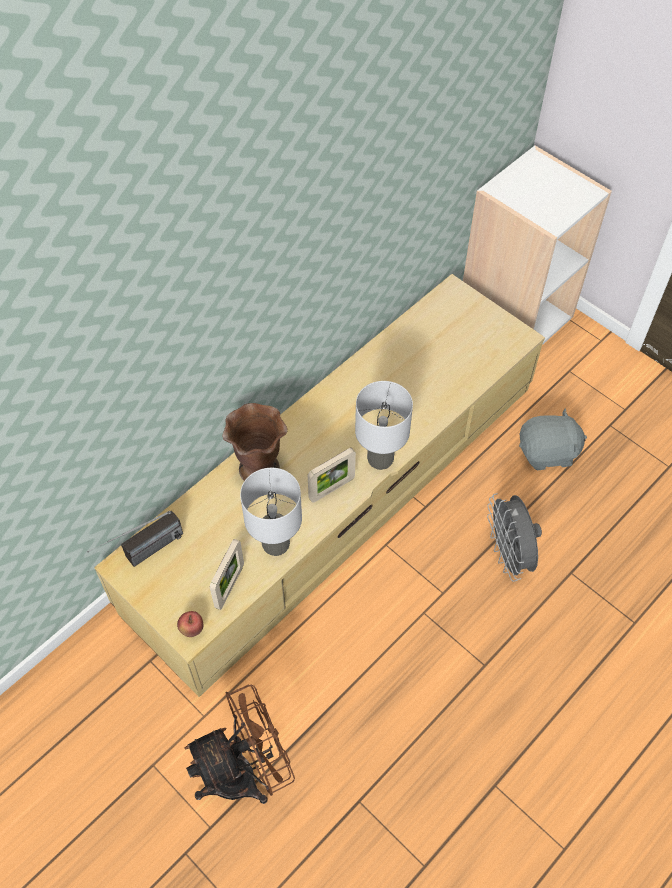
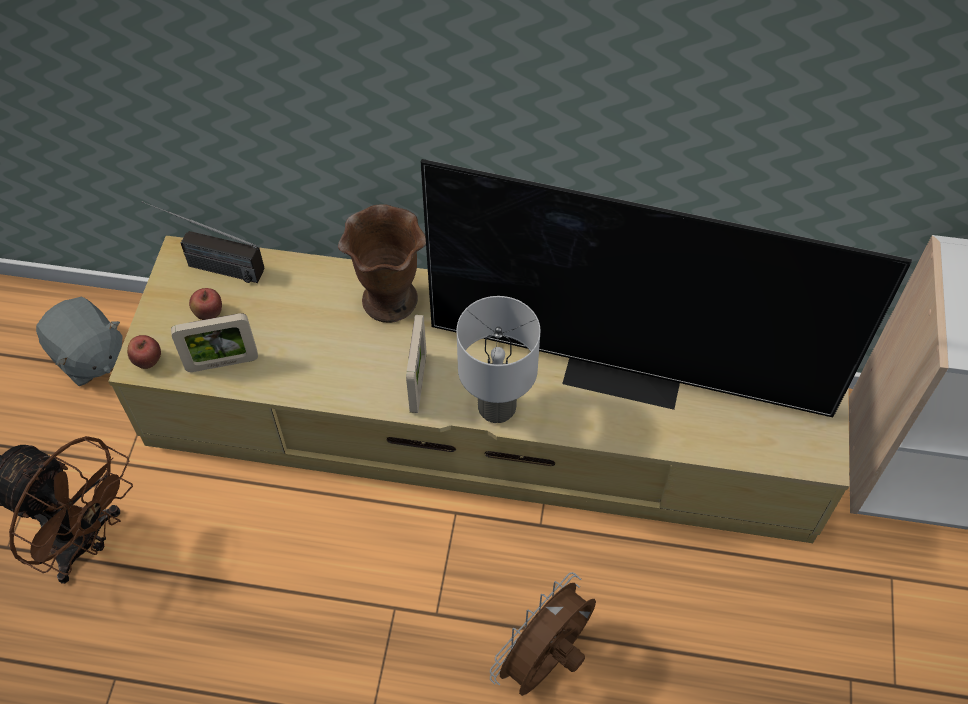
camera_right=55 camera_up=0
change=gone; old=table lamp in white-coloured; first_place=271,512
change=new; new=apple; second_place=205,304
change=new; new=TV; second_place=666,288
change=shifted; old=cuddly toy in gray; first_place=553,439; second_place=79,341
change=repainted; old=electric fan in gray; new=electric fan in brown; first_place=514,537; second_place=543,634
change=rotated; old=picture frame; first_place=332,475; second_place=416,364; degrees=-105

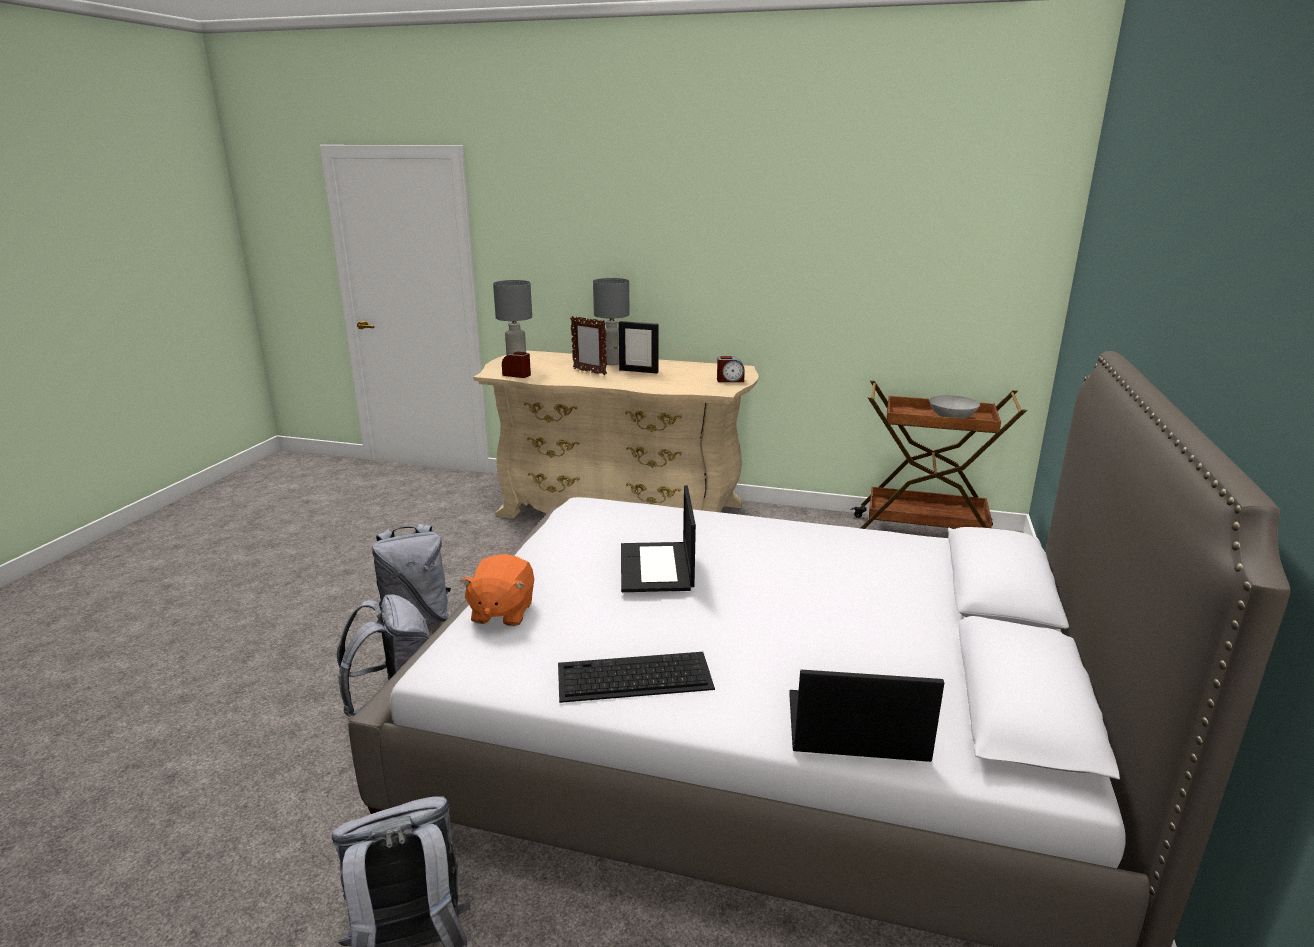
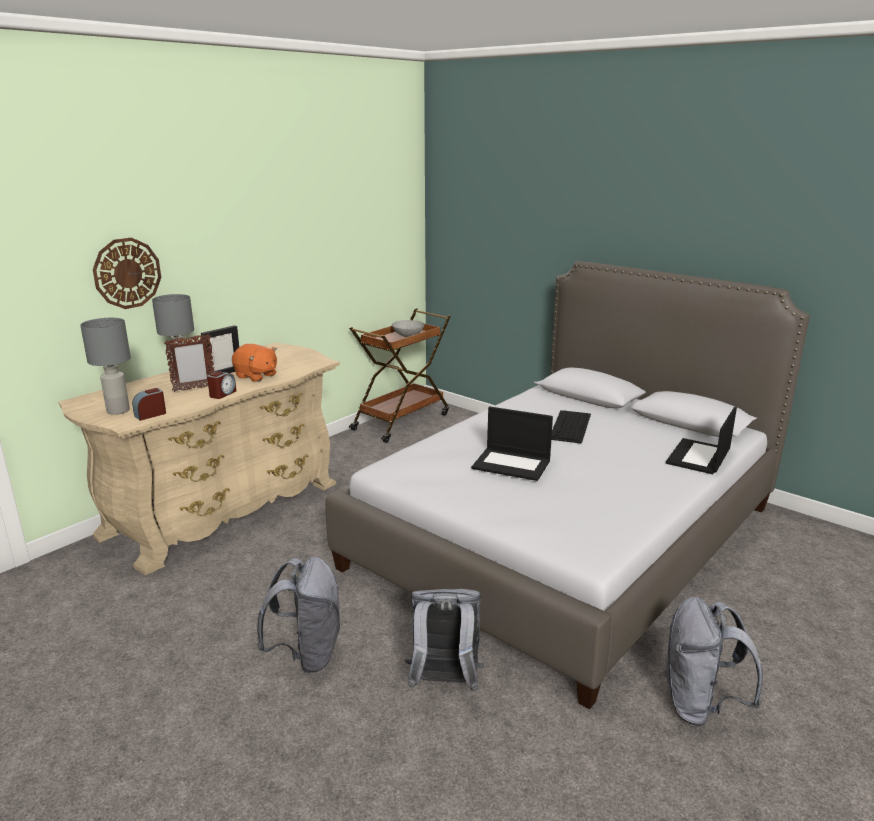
camera_right=-65 camera_up=0
change=new; new=clock on the wall; second_place=127,273
change=shifted; old=cuddly toy in orange; first_place=497,590; second_place=254,363
change=shifted; old=PC keyboard; first_place=636,677; second_place=571,427
change=shifted; old=bedside clock; first_place=731,369; second_place=221,385

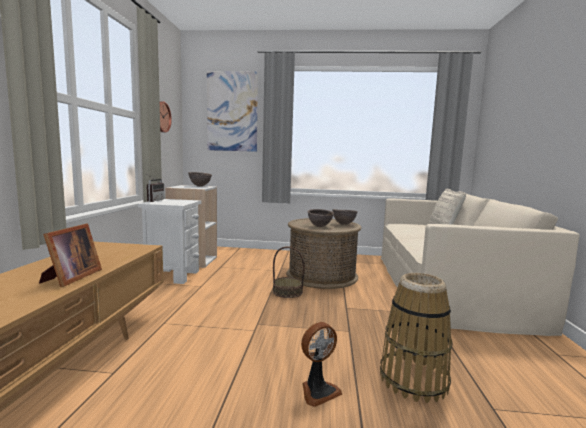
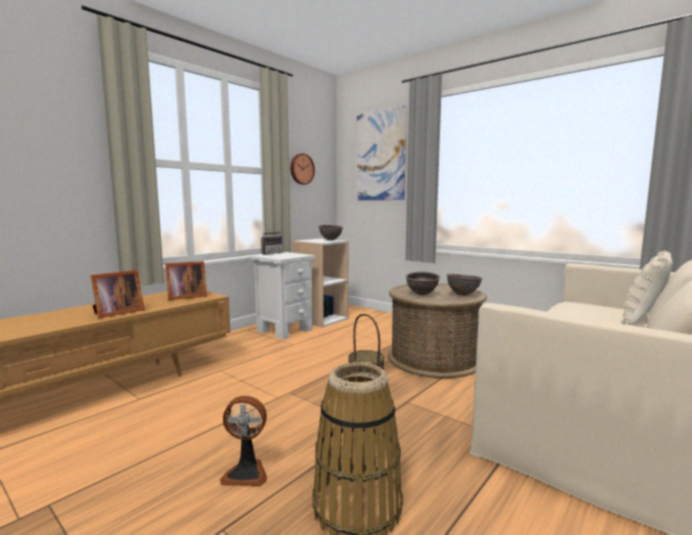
camera_right=35 camera_up=0
change=new; new=picture frame; second_place=186,280

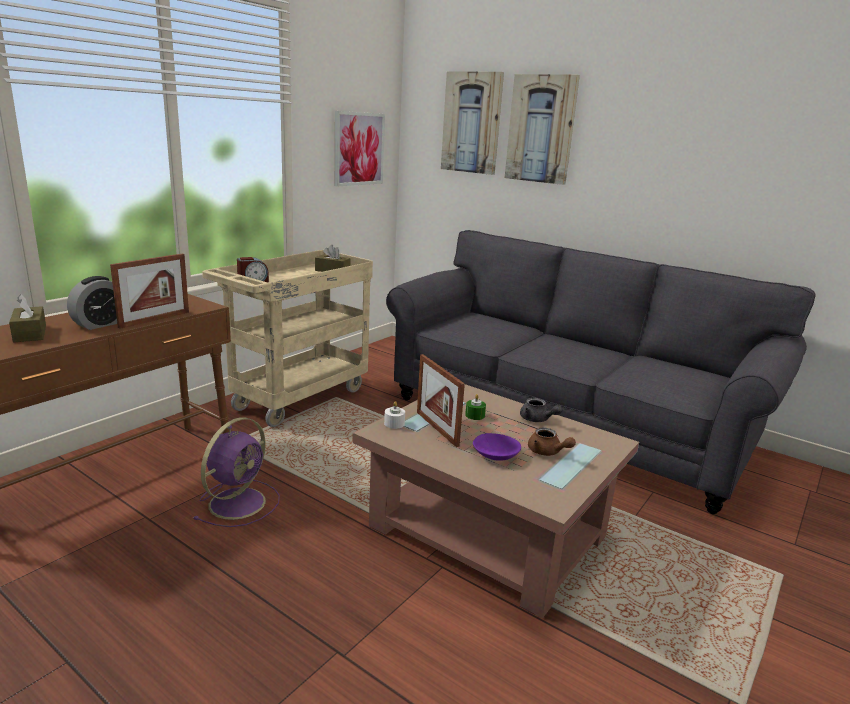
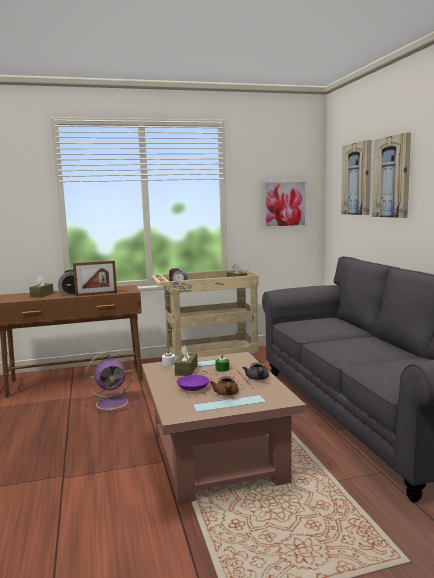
camera_right=40 camera_up=-10
change=swapped; old=picture frame; new=tissue holder in brown; first_place=441,400; second_place=186,360

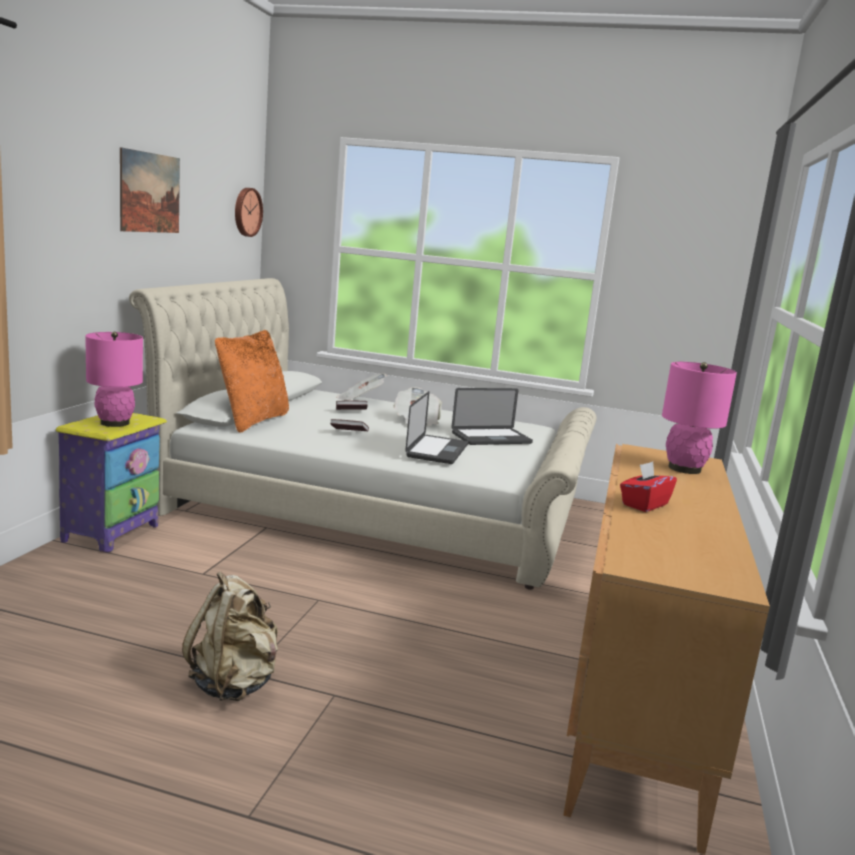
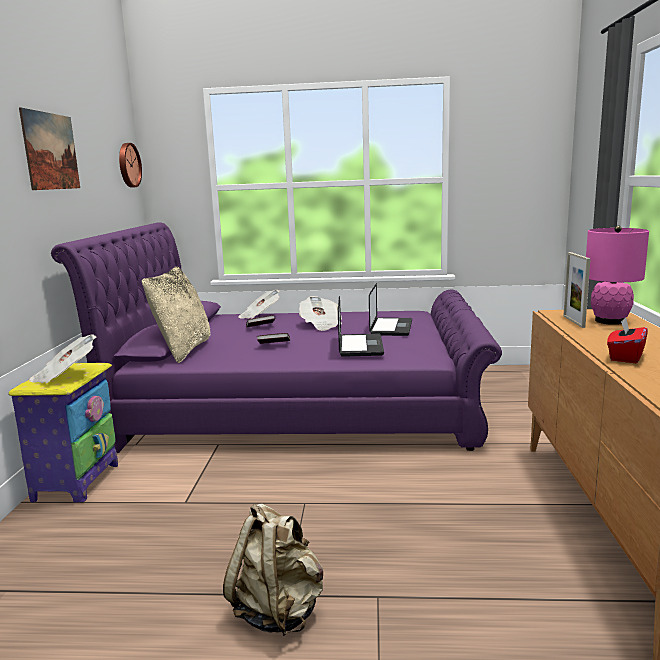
camera_right=-10 camera_up=0
change=new; new=picture frame; second_place=577,290
change=swapped; old=table lamp in pink-coloured; new=daily paper; first_place=114,379; second_place=62,359
change=repainted; old=sleeping bed in sand-coloured; new=sleeping bed in purplish; first_place=363,434; second_place=276,337
change=repainted; old=throw pillow in orange; new=throw pillow in sand-coloured; first_place=251,381; second_place=176,314
change=rotated; old=notebook computer; first_place=492,416; second_place=390,309; degrees=-45

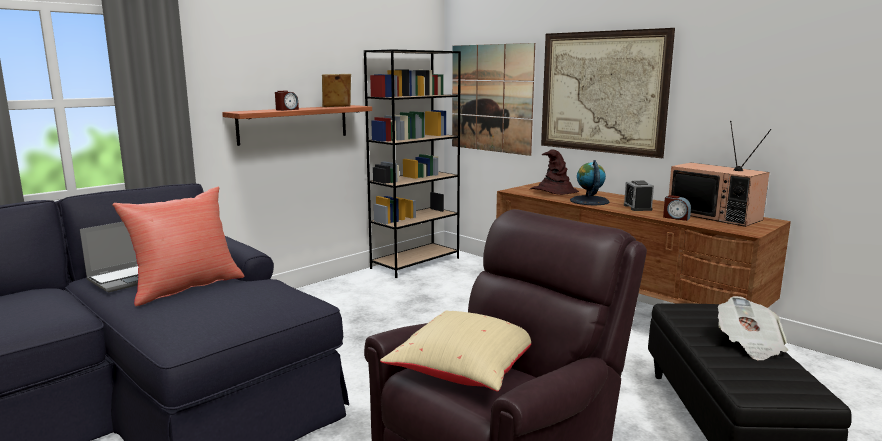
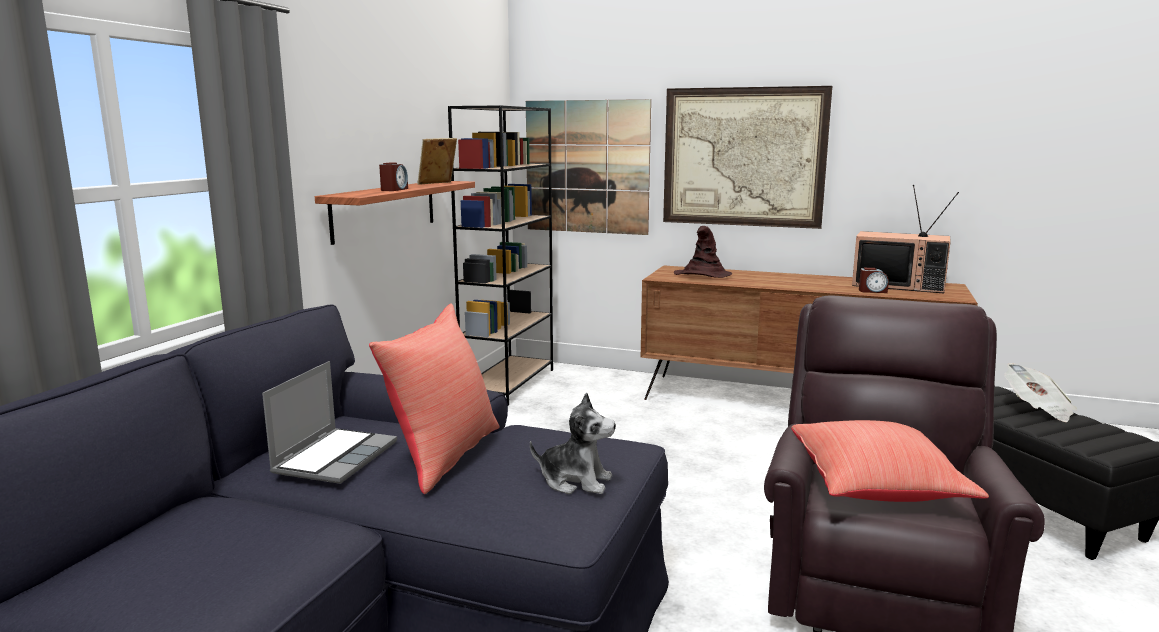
camera_right=-25 camera_up=0
change=gone; old=world globe; first_place=590,182
change=gone; old=bedside clock; first_place=639,196
change=new; new=cuddly toy; second_place=573,443
change=repainted; old=throw pillow in sand-coloured; new=throw pillow in reddish; first_place=455,351; second_place=890,461

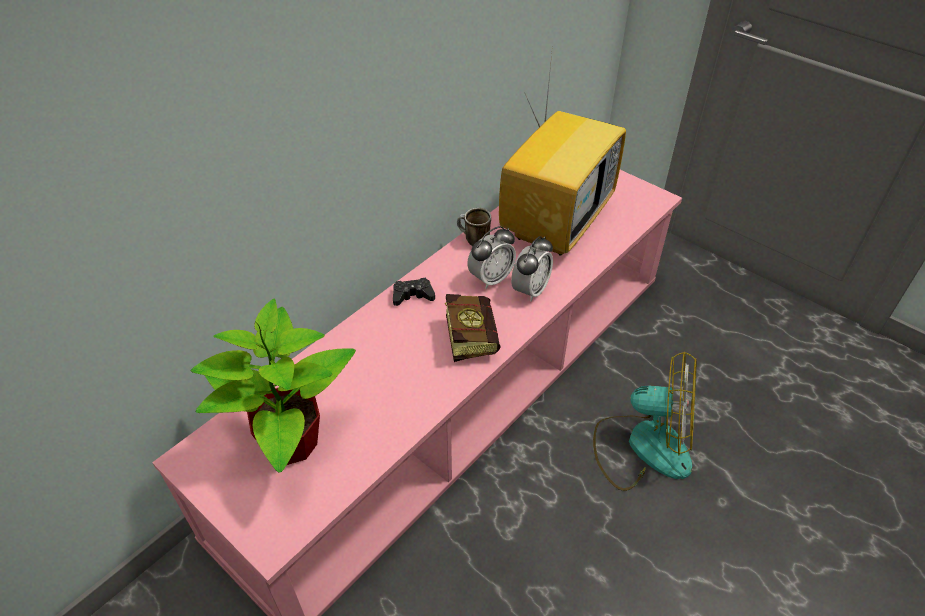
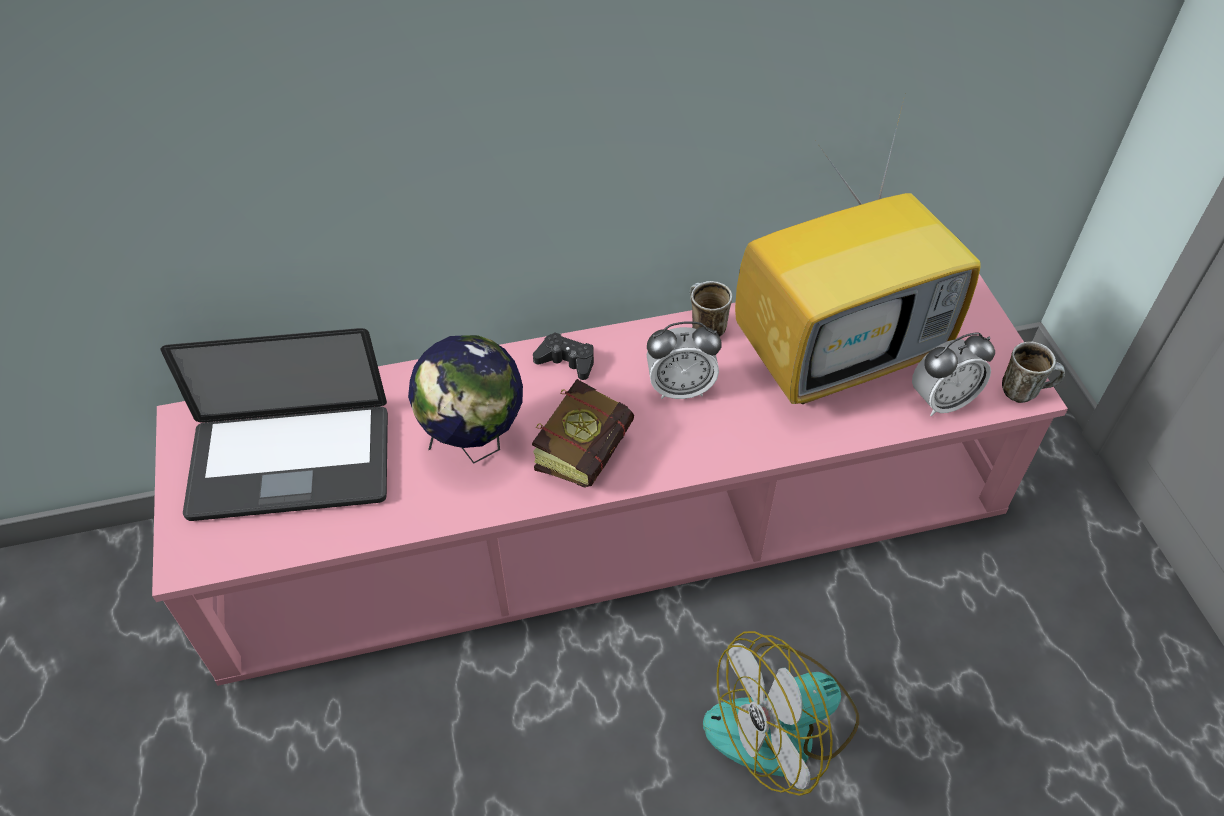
camera_right=35 camera_up=5
change=new; new=world globe; second_place=465,399
change=new; new=mug; second_place=1033,372
change=shifted; old=bedside clock; first_place=532,269; second_place=953,374
change=swapped; old=plant in a pot; new=notebook computer; first_place=273,385; second_place=274,424
change=rotated; old=electric fan; first_place=645,421; second_place=781,713; degrees=105

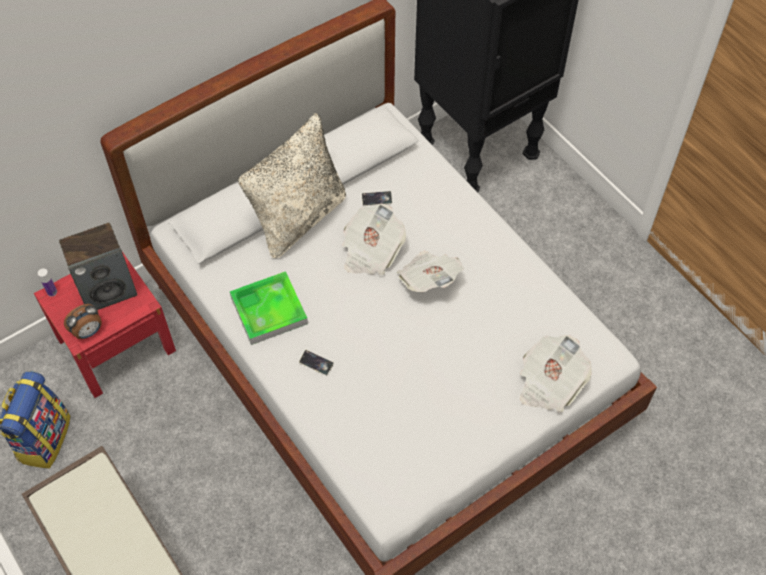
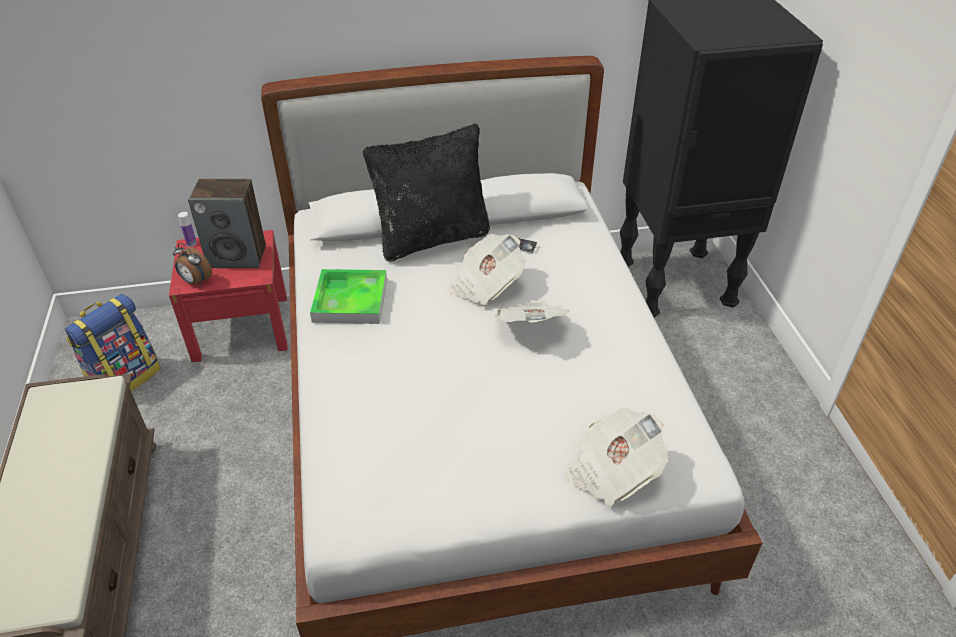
camera_right=25 camera_up=-15
change=gone; old=telephone; first_place=316,363
change=repainted; old=throw pillow in sand-coloured; new=throw pillow in black; first_place=292,185; second_place=426,192
change=rotated; old=bedside clock; first_place=83,321; second_place=192,264; degrees=45

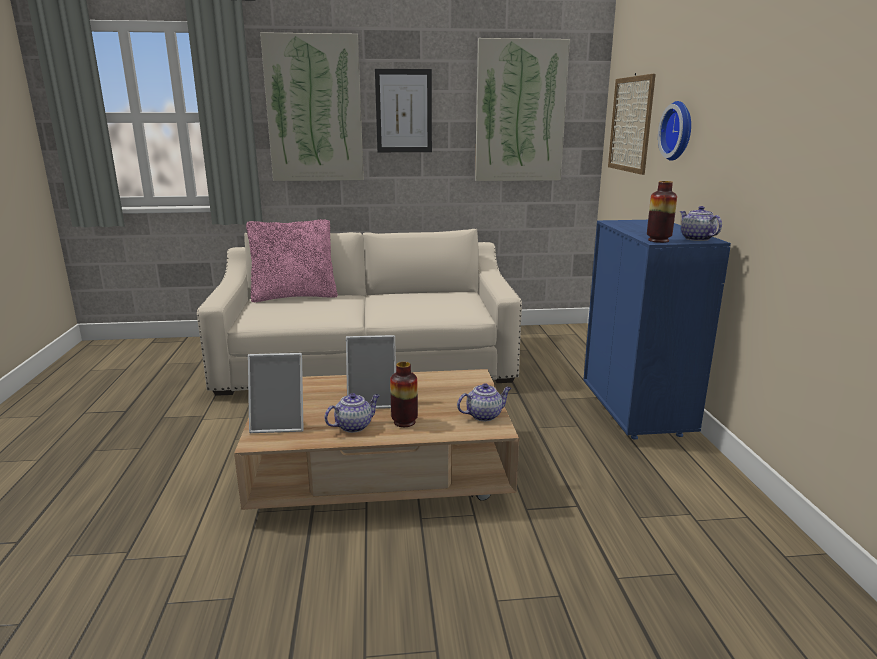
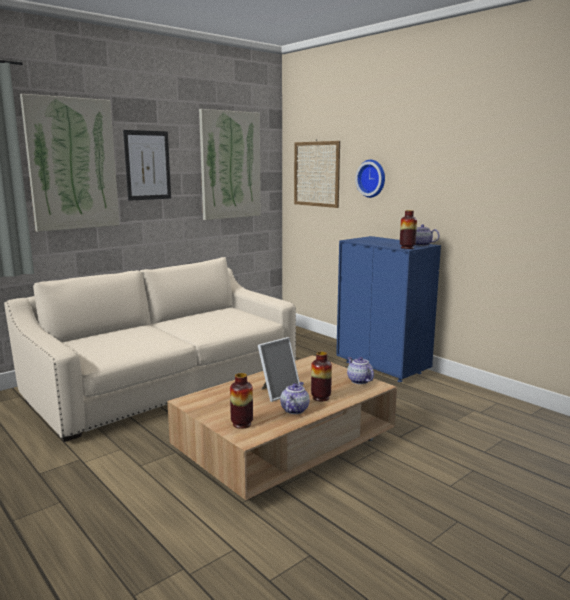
camera_right=-35 camera_up=-5
change=gone; old=throw pillow in pink-coloured; first_place=292,260
change=swapped; old=picture frame; new=flower vase; first_place=276,393; second_place=241,401
change=rotated; old=tea pot; first_place=484,402; second_place=360,370; degrees=-60

